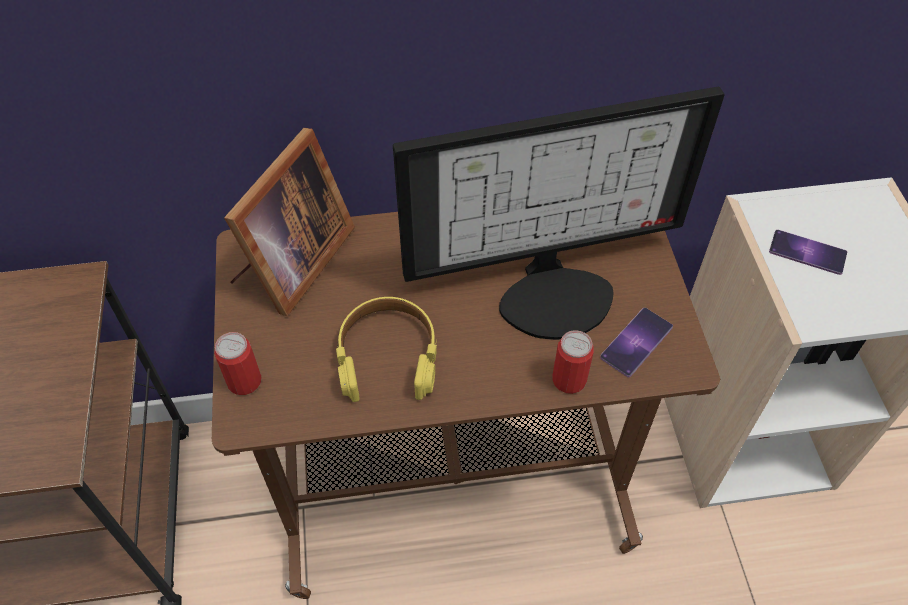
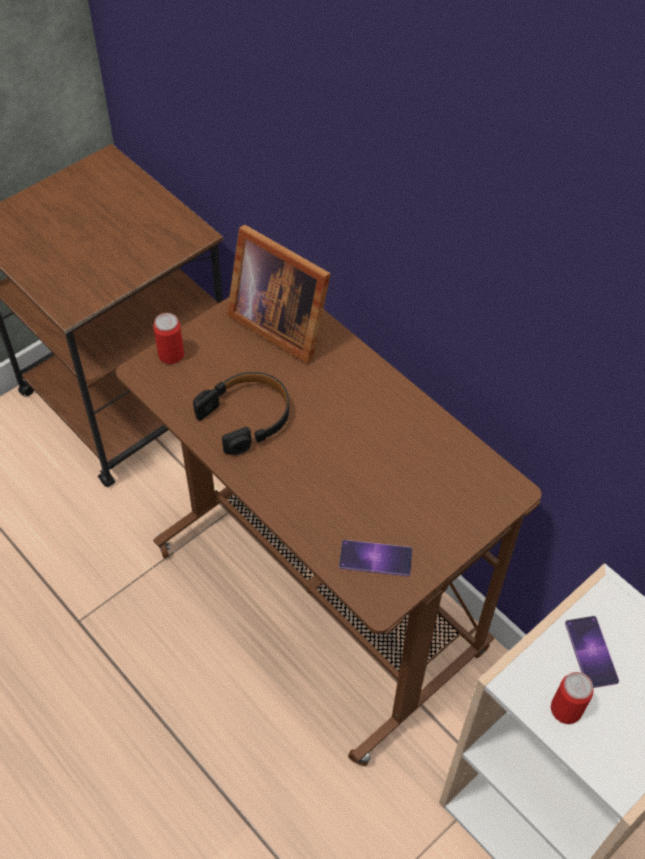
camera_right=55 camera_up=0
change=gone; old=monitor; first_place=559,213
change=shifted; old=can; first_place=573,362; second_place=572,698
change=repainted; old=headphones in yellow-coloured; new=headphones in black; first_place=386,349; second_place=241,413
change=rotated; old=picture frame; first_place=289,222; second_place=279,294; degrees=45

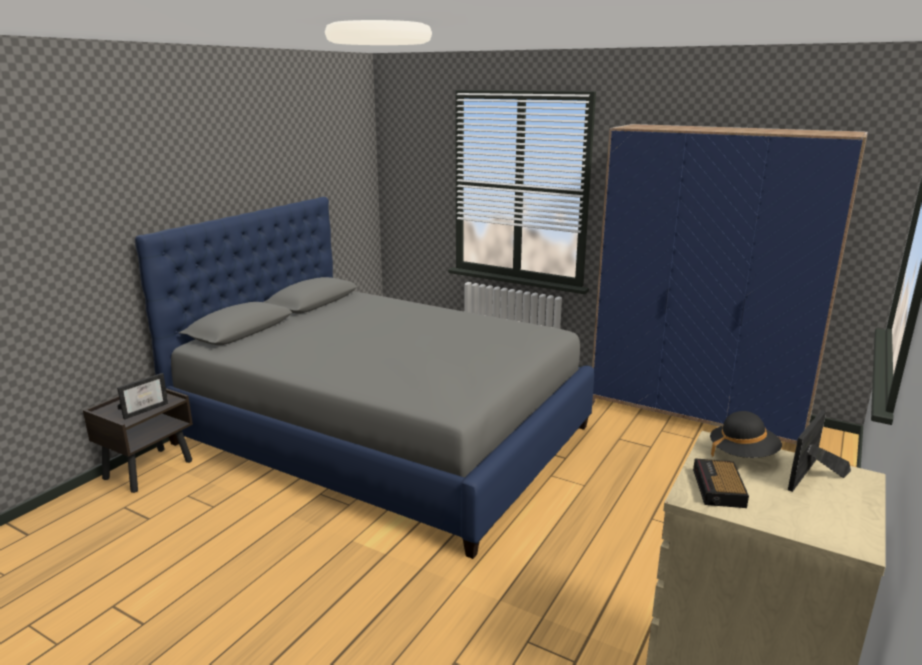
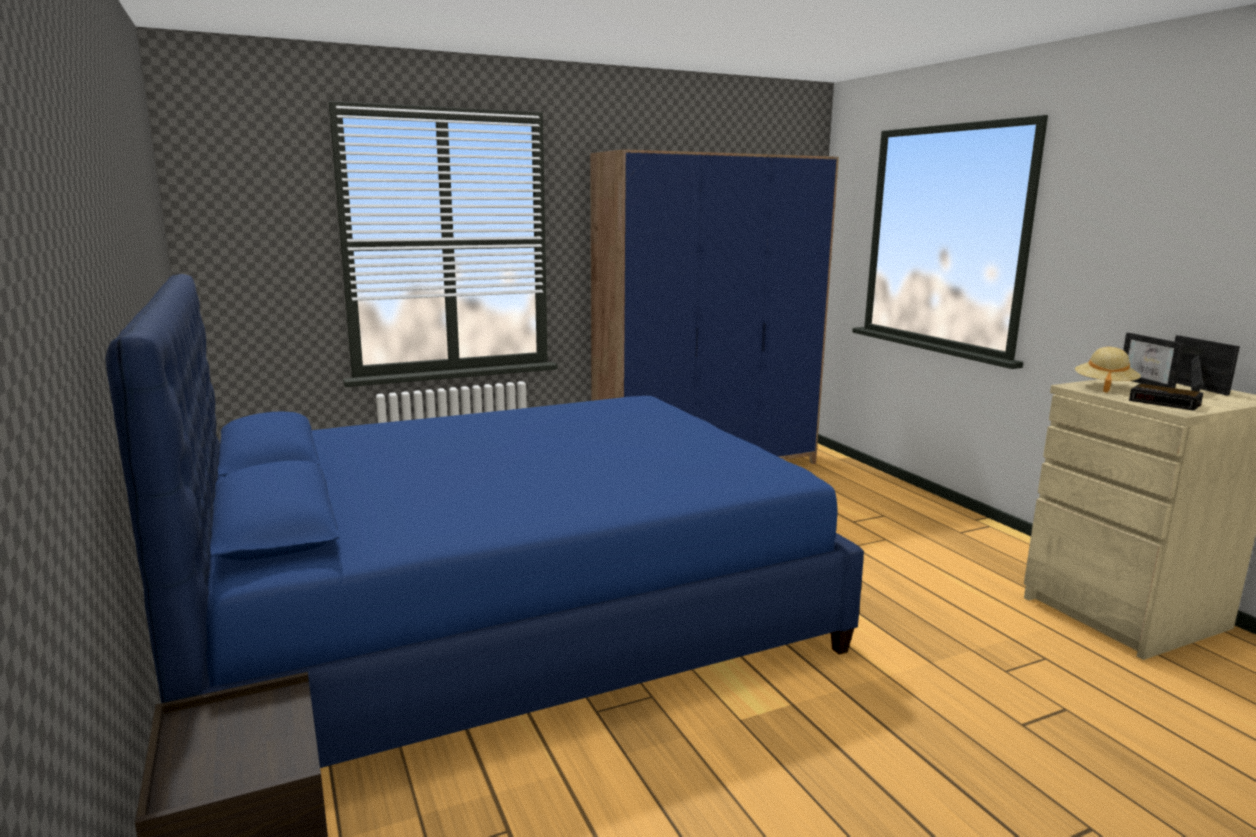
camera_right=-55 camera_up=-5
change=shifted; old=picture frame; first_place=142,396; second_place=1207,365
change=repainted; old=sleeping bed in gray; new=sleeping bed in blue; first_place=364,378; second_place=484,521
change=repainted; old=hat in black; new=hat in sand-coloured; first_place=746,434; second_place=1108,370

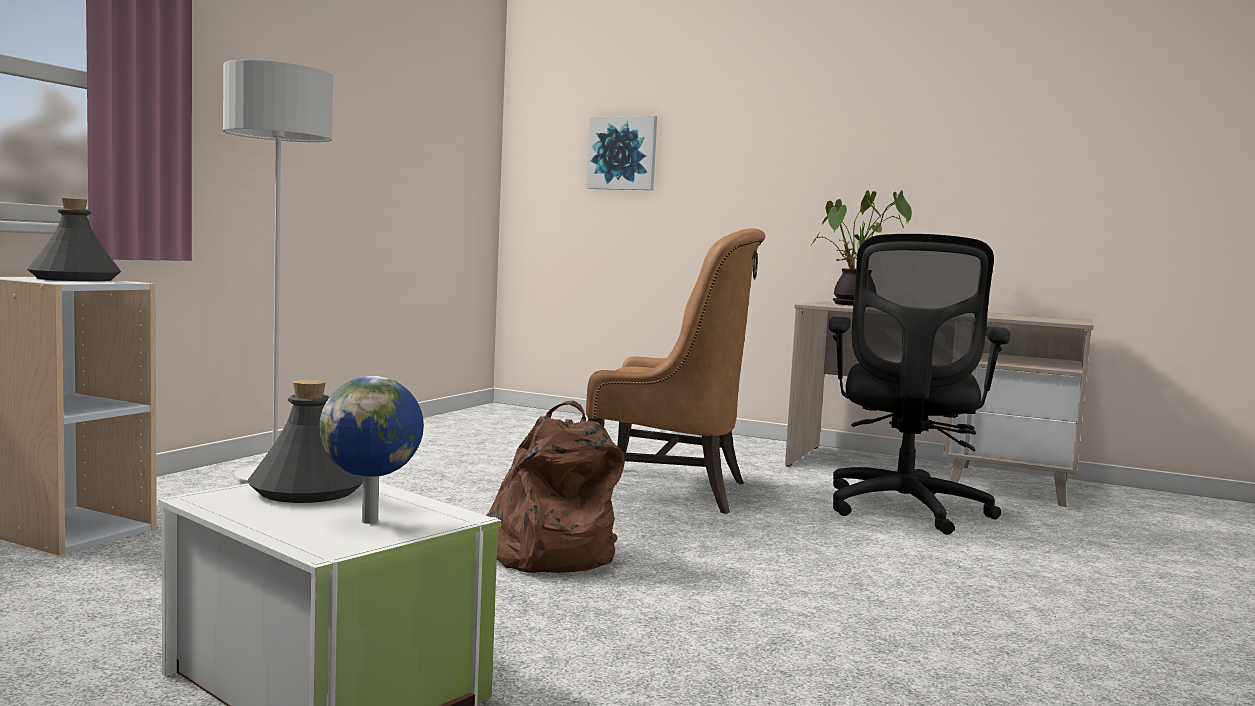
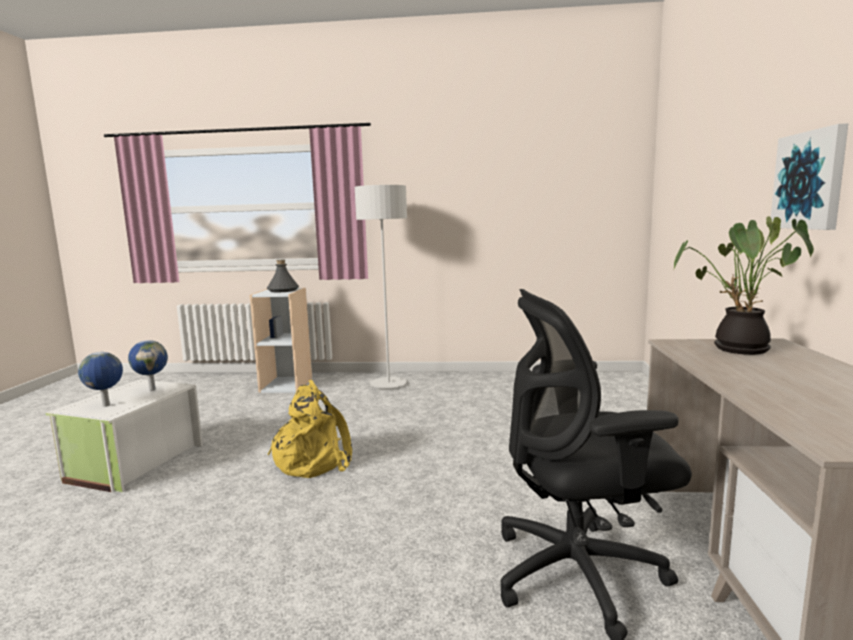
camera_right=70 camera_up=5
change=gone; old=plain chair in brown; first_place=676,371
change=shifted; old=picture; first_place=622,153; second_place=809,176
change=swapped; old=bottle in gray; new=world globe; first_place=305,441; second_place=148,365
change=repainted; old=knapsack in brown; new=knapsack in yellow-coloured; first_place=555,486; second_place=309,429

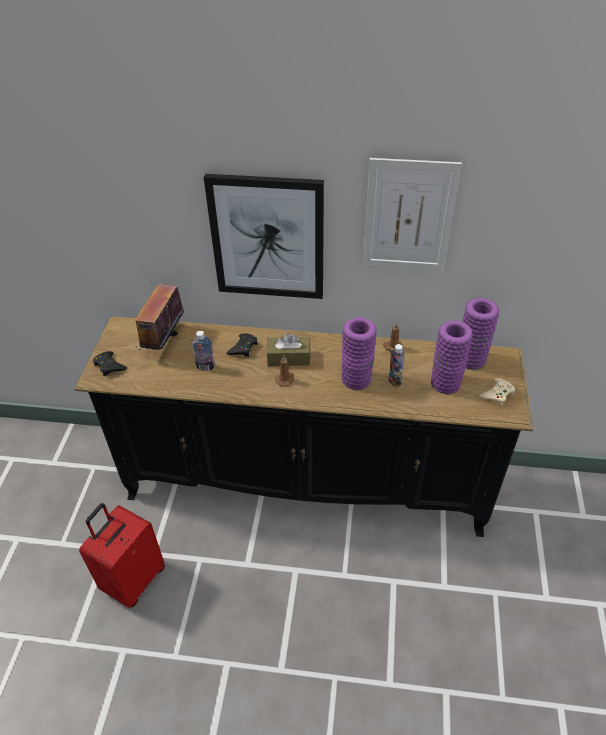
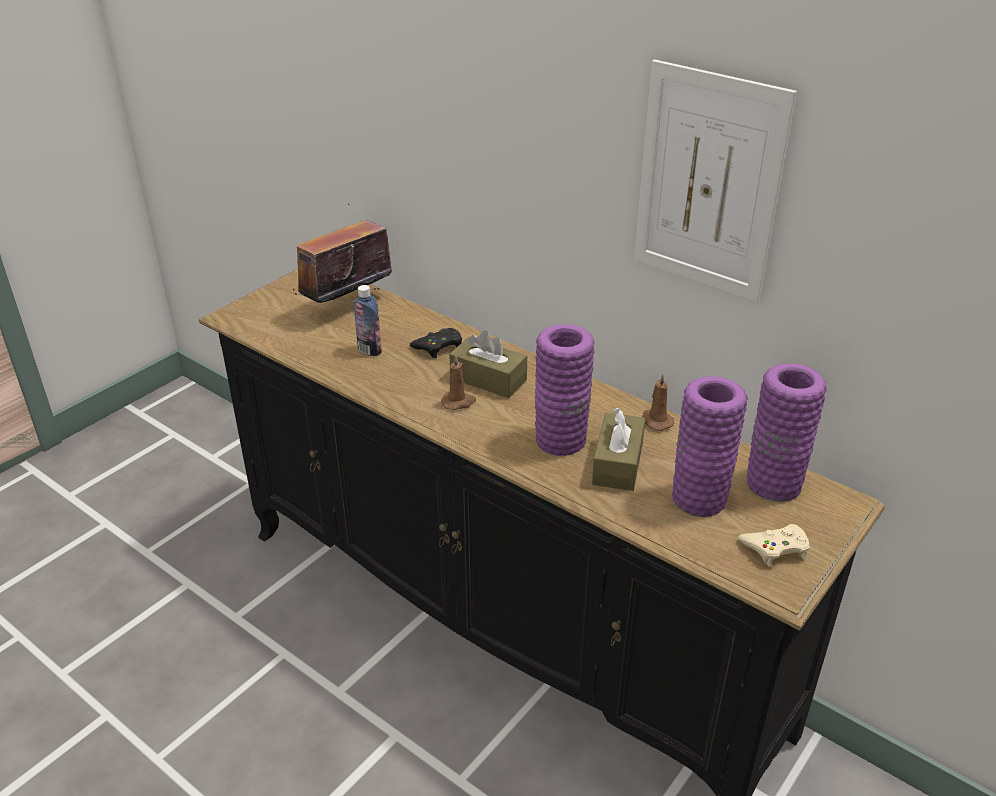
camera_right=30 camera_up=-10
change=gone; old=piece of luggage in reddish; first_place=122,555
change=gone; old=game controller in black; first_place=110,363
change=gone; old=picture; first_place=264,236
change=swapped; old=bottle; new=tissue holder in brown; first_place=396,365; second_place=618,449

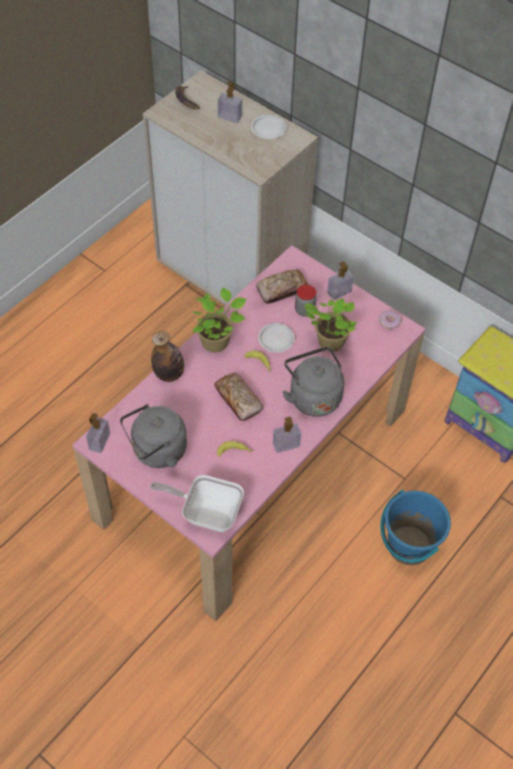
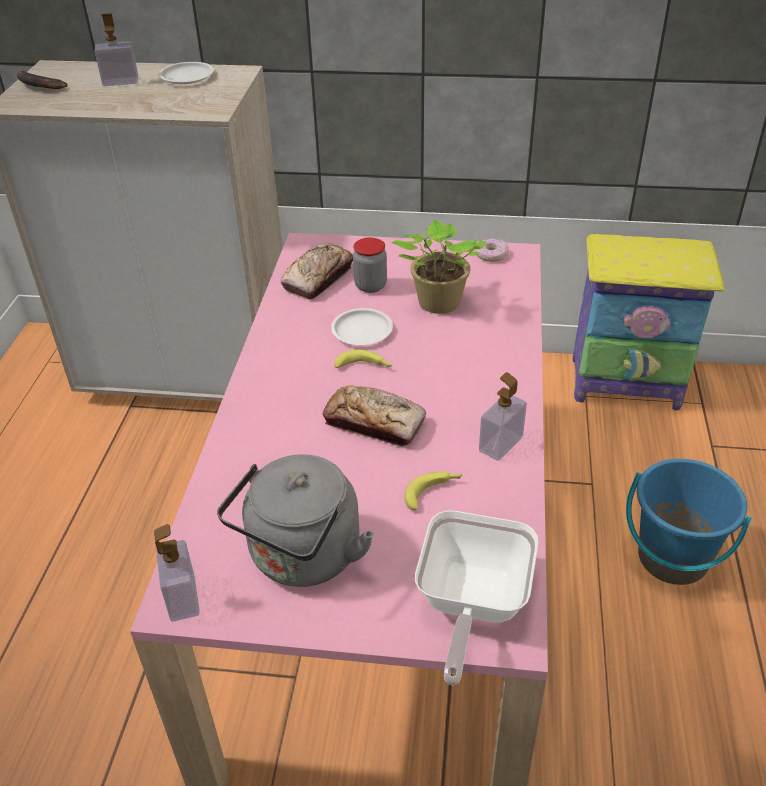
camera_right=-30 camera_up=-15
change=gone; old=bottle; first_place=167,356
change=gone; old=plant in a pot; first_place=219,320
change=gone; old=water kettle in gray; first_place=313,382
change=gone; old=soap dispenser; first_place=340,280
change=rotated; old=skillet; first_place=197,503; second_place=476,597; degrees=-60

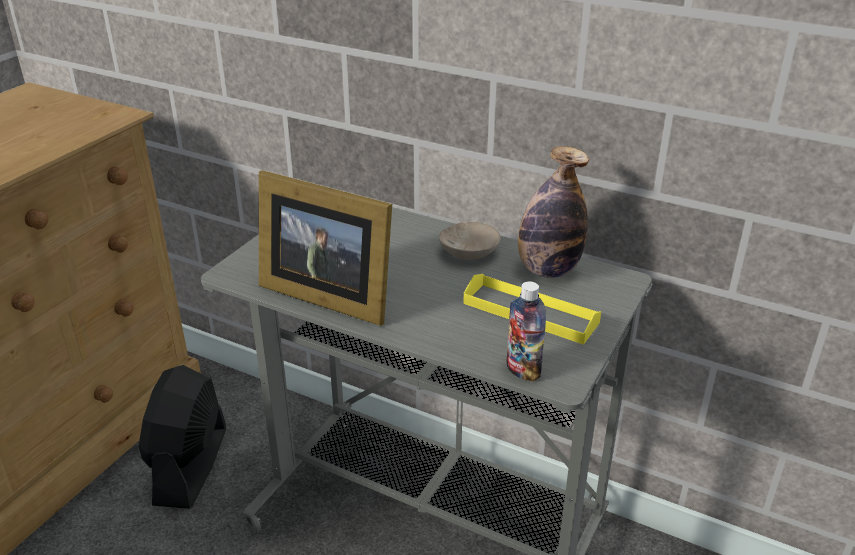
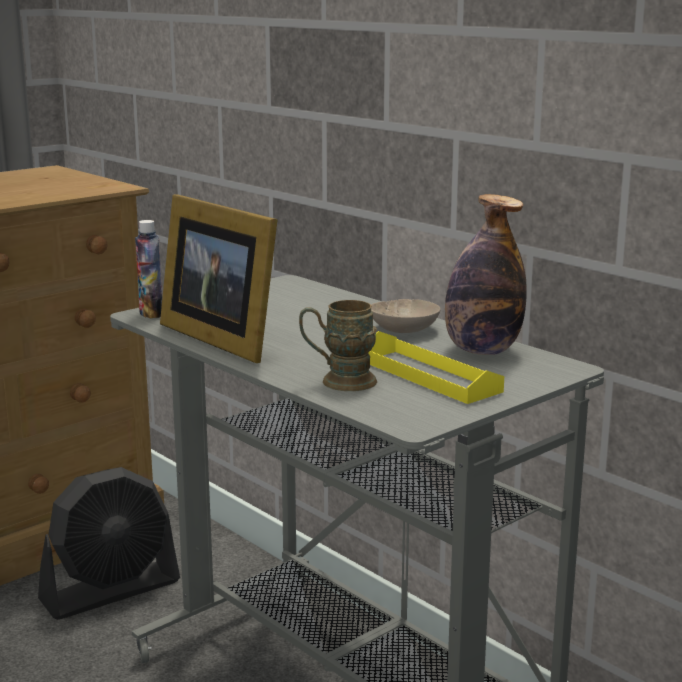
camera_right=20 camera_up=-15
change=new; new=mug in brown; second_place=338,345
change=shifted; old=bottle; first_place=526,331; second_place=148,269
change=rotated; old=electric fan in black; first_place=182,437; second_place=109,543; degrees=-150

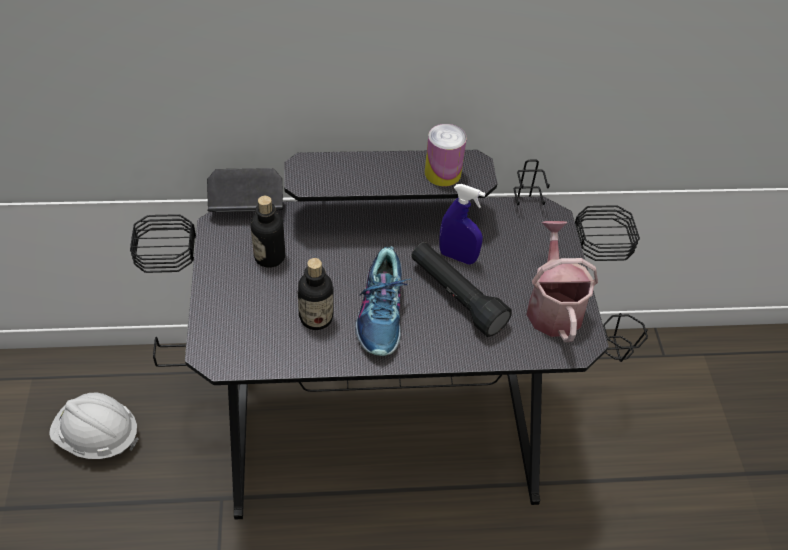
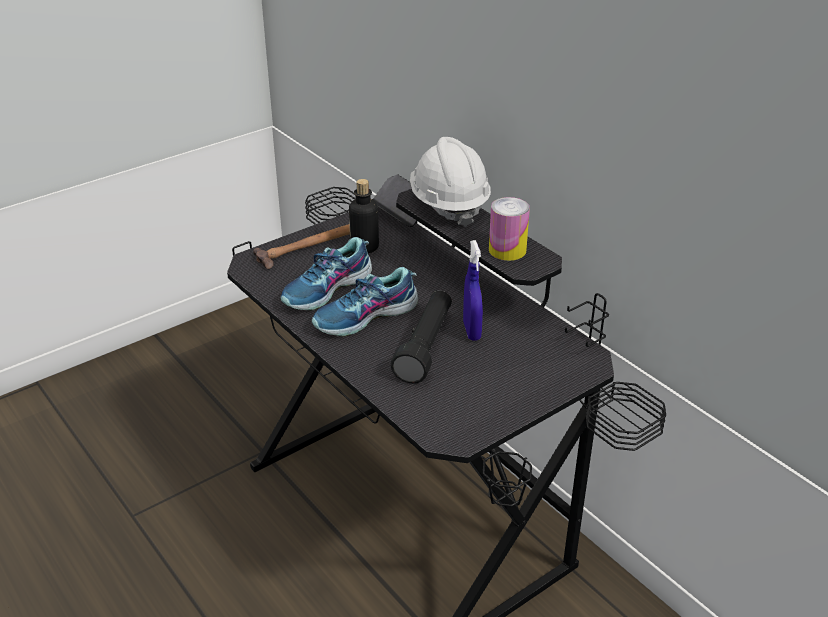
camera_right=60 camera_up=-15
change=gone; old=watering can; first_place=562,281
change=new; new=hand hammer; second_place=301,246
change=shifted; old=work helmet in white-coloured; first_place=94,426; second_place=450,182
change=swapped; old=bottle; new=item of footwear; first_place=315,294; second_place=326,274

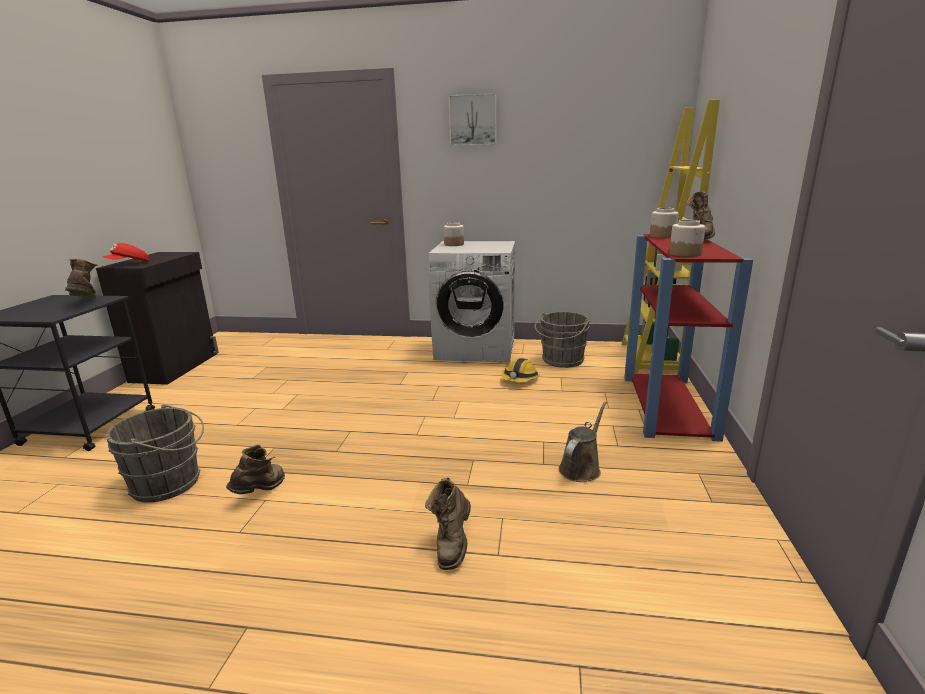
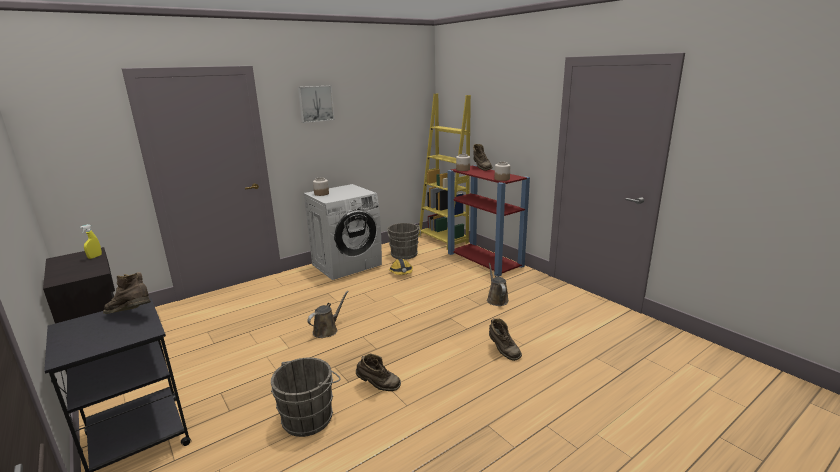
camera_right=-45 camera_up=0
change=gone; old=peaked cap in reddish; first_place=126,252
change=new; new=sprayer in yellow-coloured; second_place=91,241
change=new; new=watering can in brown; second_place=328,314
change=rotated; old=high-top boot in brown; first_place=255,469; second_place=378,372; degrees=120

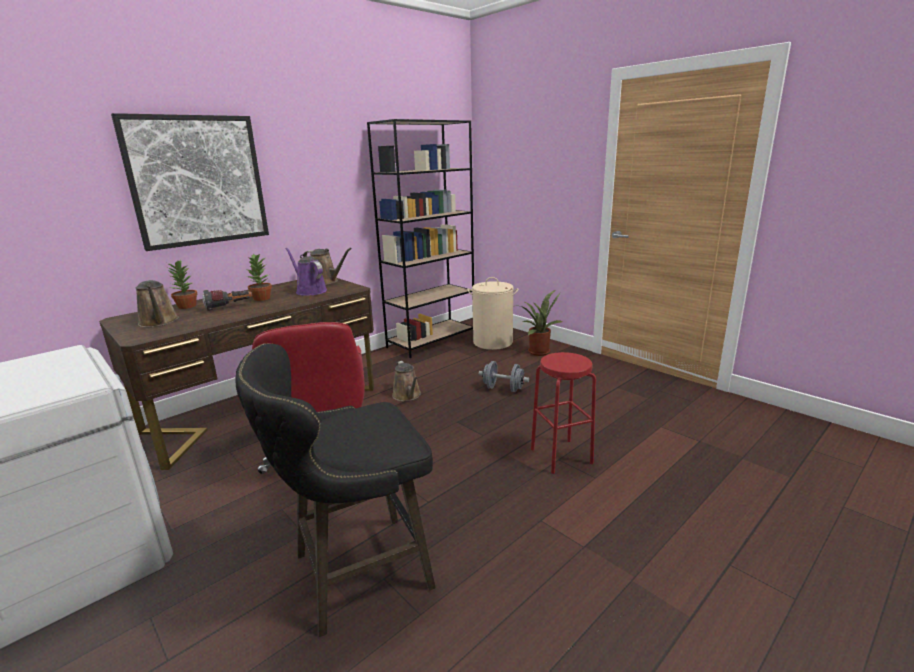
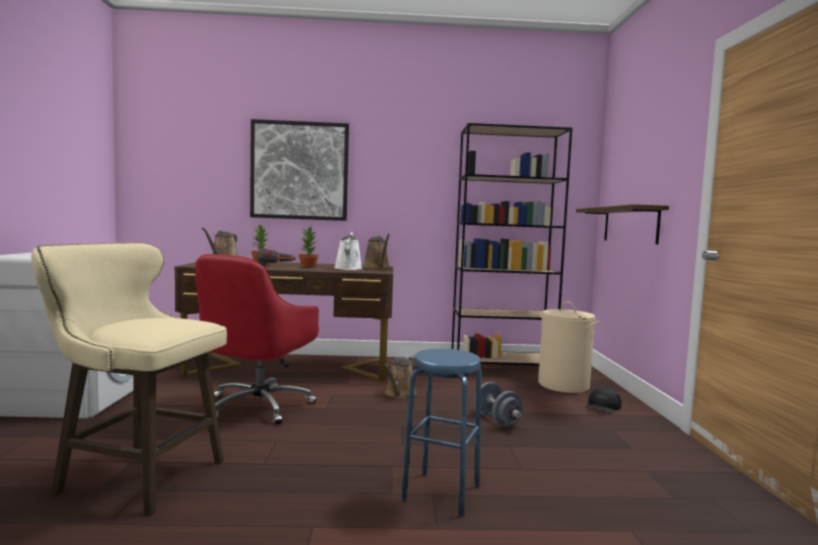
camera_right=40 camera_up=-15
change=new; new=wall shelf; second_place=622,224
change=swapped; old=plant in a pot; new=peaked cap in black; first_place=541,323; second_place=603,400
change=repainted; old=sitting stool in black; new=sitting stool in sand-coloured; first_place=335,490; second_place=129,379
change=repainted; old=watering can in purplish; new=watering can in white-coloured; first_place=306,272; second_place=348,251
change=repainted; old=sitting stool in reddish; new=sitting stool in blue; first_place=563,413; second_place=441,433

